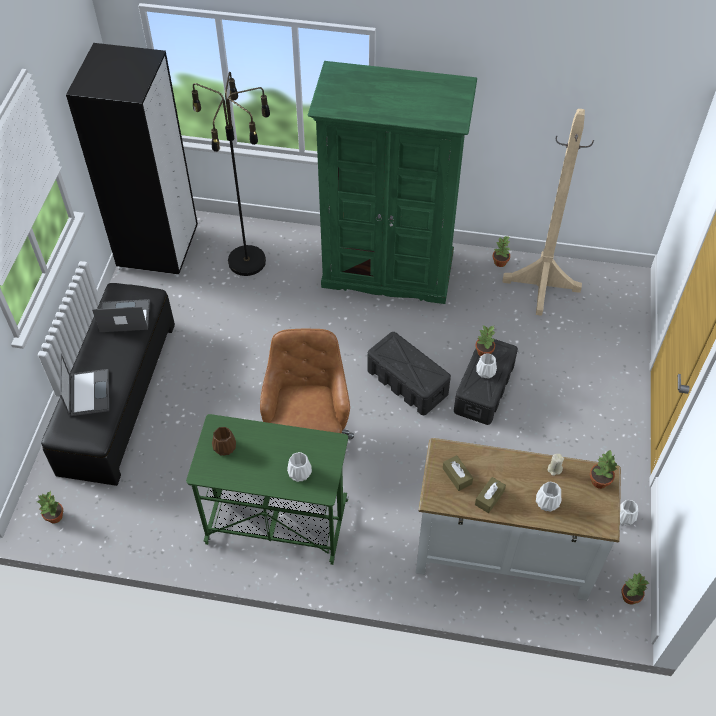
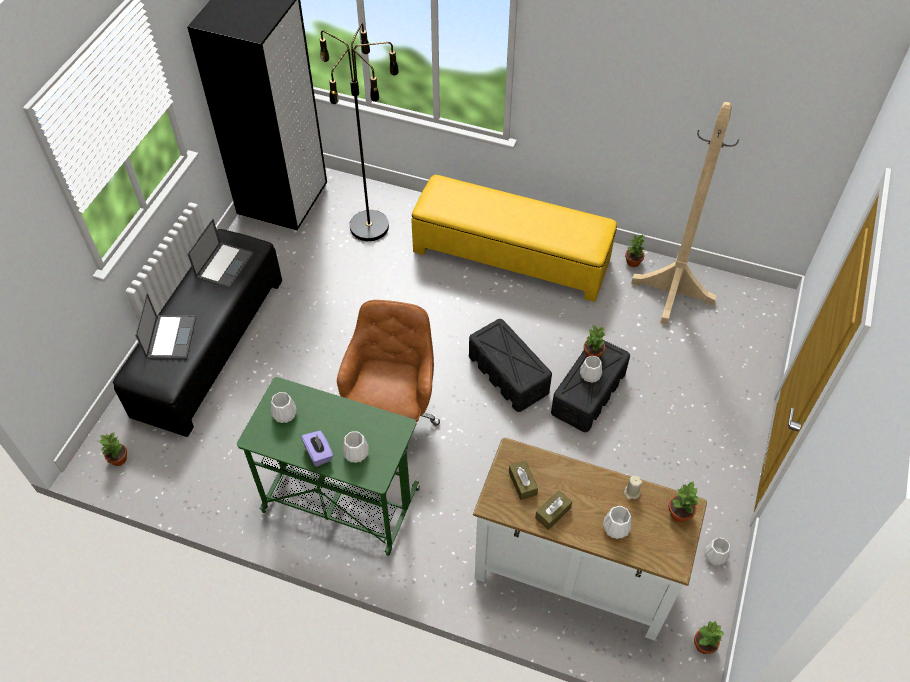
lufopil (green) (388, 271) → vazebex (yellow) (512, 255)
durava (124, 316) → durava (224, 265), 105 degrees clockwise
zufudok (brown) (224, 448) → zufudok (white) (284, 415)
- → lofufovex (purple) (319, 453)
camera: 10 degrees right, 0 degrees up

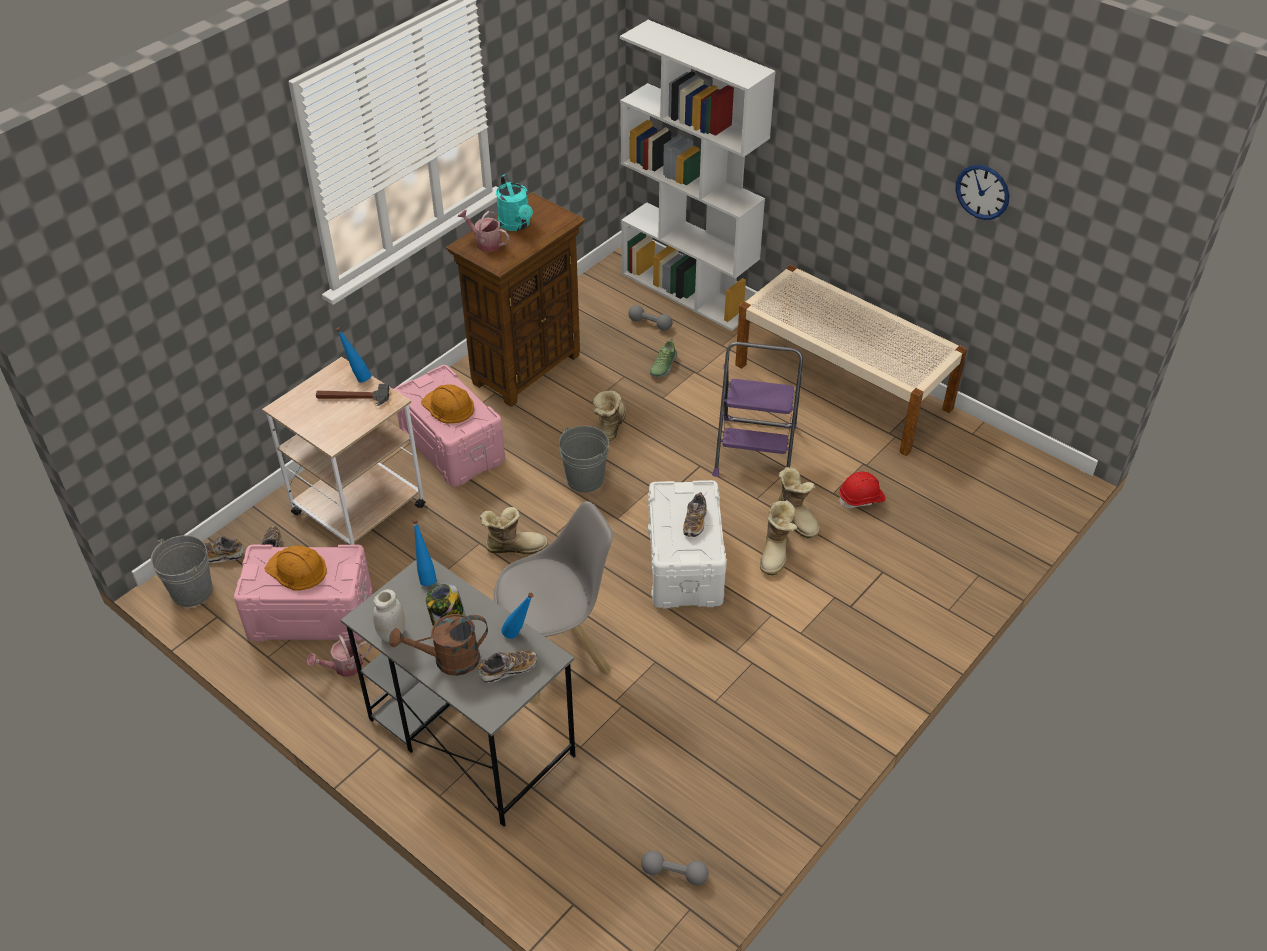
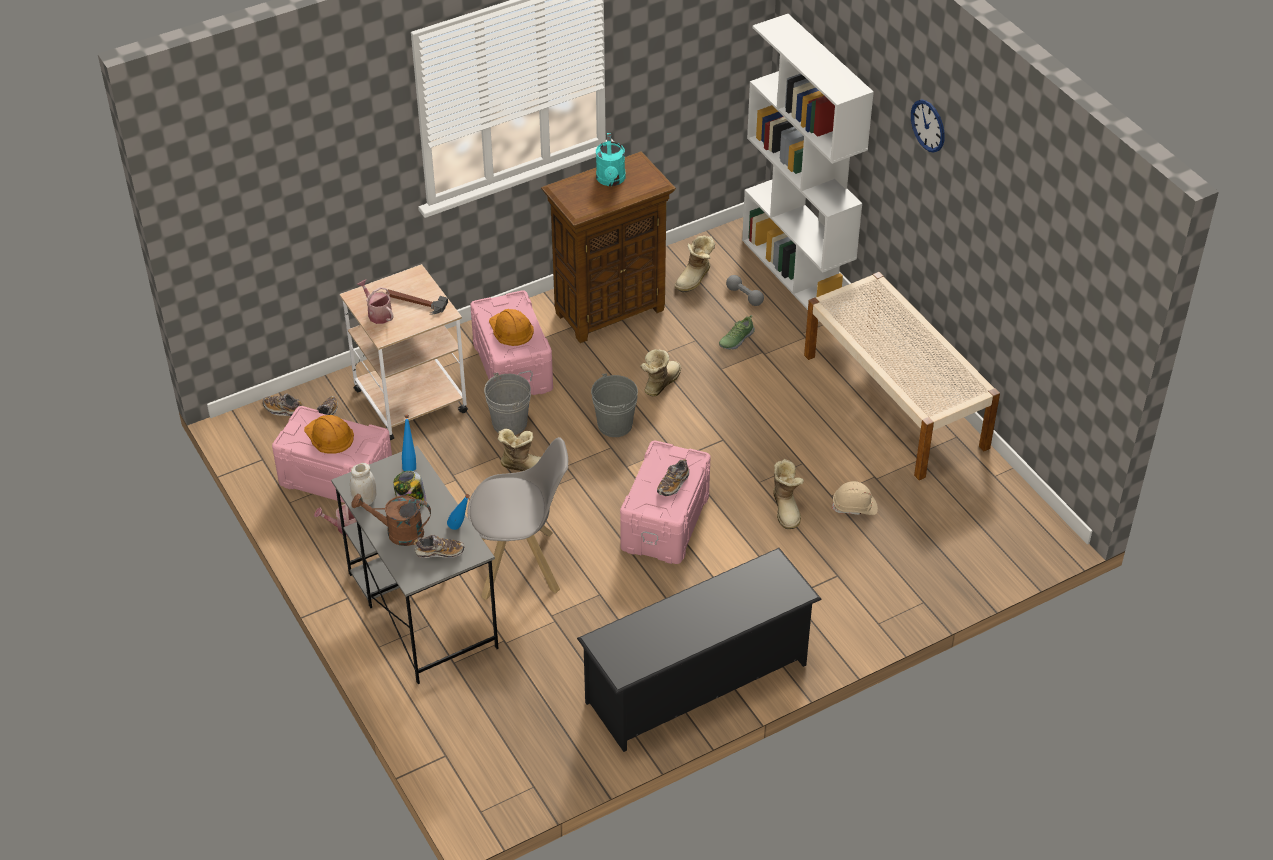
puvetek (982, 192) → puvetek (928, 125), move
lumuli (485, 243) → lumuli (378, 313), move
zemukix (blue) (358, 377) → -
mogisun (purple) (756, 448) → -
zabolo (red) (861, 498) → zabolo (beige) (854, 507)
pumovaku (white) (683, 565) → pumovaku (pink) (664, 521)
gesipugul (776, 553) → gesipugul (695, 278), move
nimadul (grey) (192, 591) → nimadul (grey) (509, 423), move
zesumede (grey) (674, 873) → -
- → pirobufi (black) (697, 683)
camera: 20 degrees right, 0 degrees up

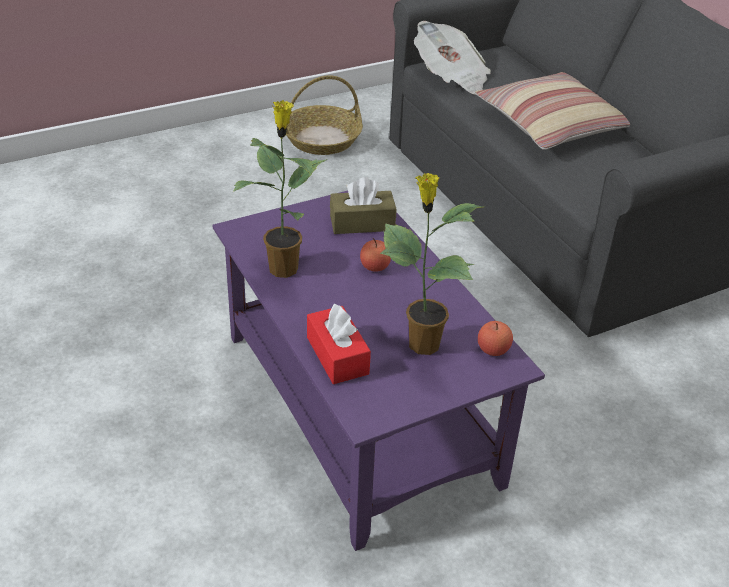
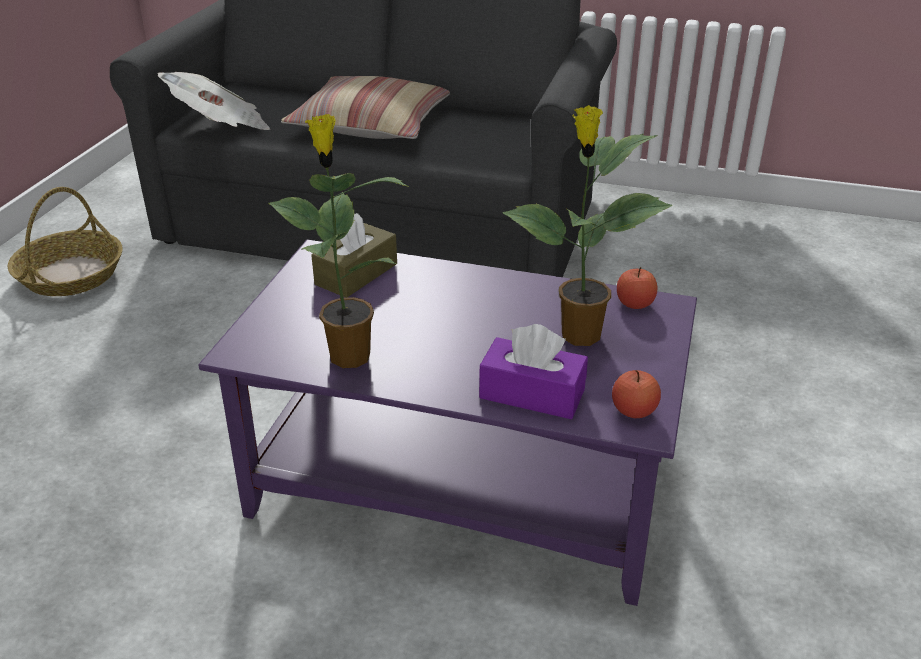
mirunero (375, 266) → mirunero (634, 410), move
lofufovex (red) (337, 355) → lofufovex (purple) (532, 394)
camera: 45 degrees left, 5 degrees down

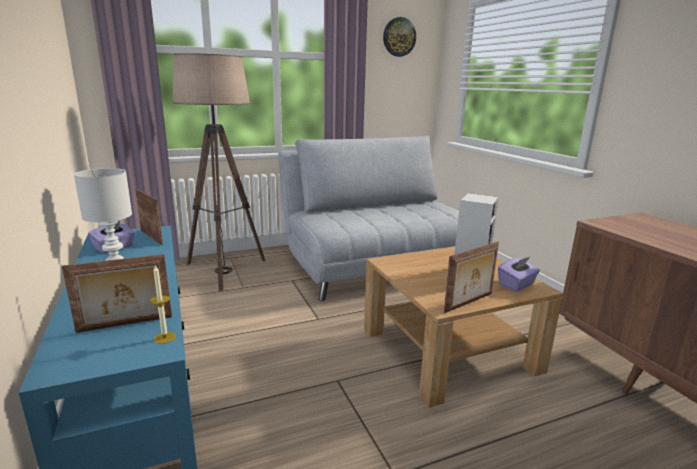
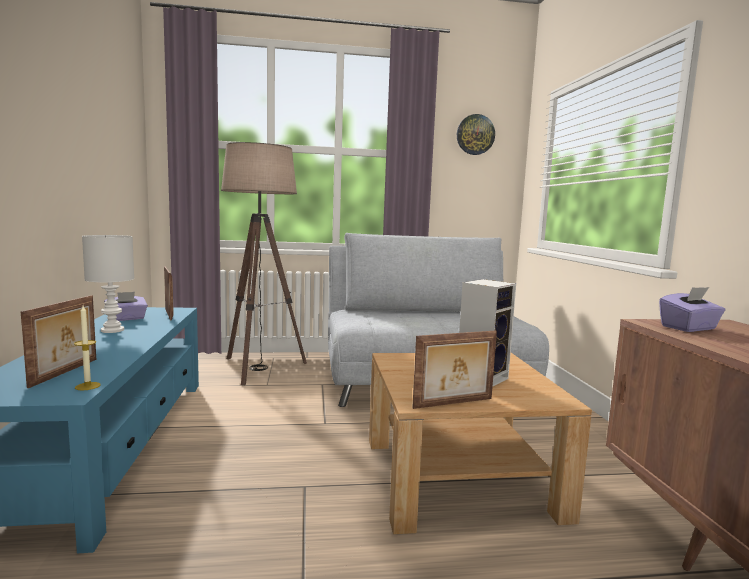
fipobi (125, 325) → fipobi (66, 372), 75 degrees counterclockwise
lofufovex (purple) (516, 285) → lofufovex (purple) (689, 328), move
camera: 15 degrees right, 10 degrees down

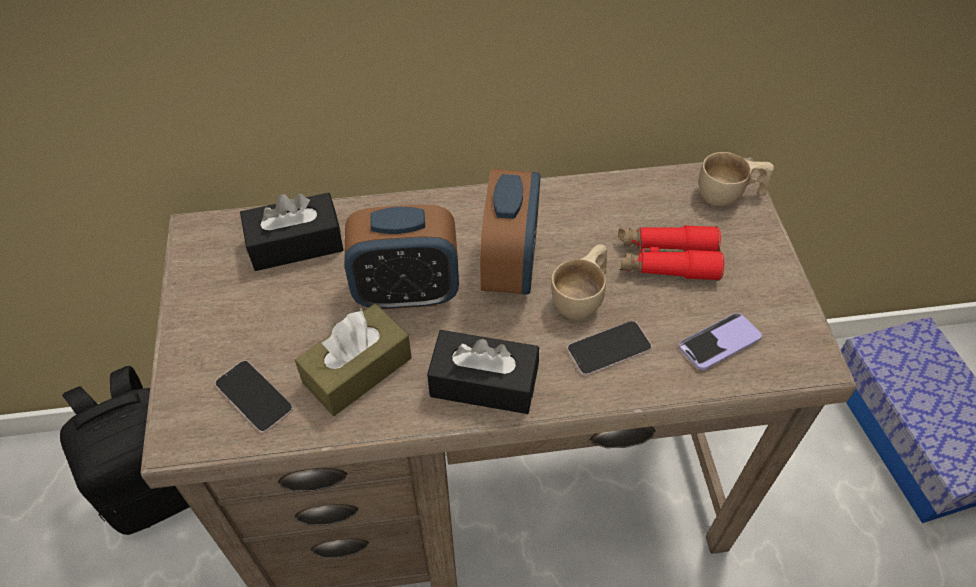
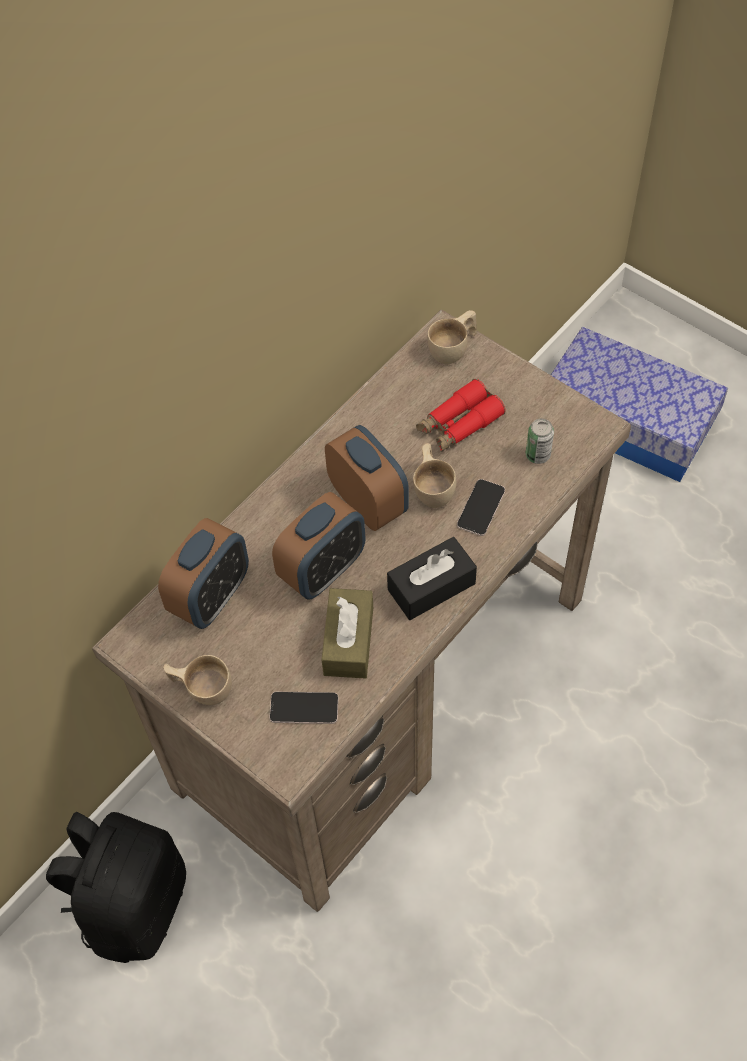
lofufovex (black) (296, 244) → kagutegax (211, 596)
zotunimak (719, 342) → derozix (537, 455)
- → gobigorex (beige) (201, 688)
camera: 40 degrees left, 5 degrees up

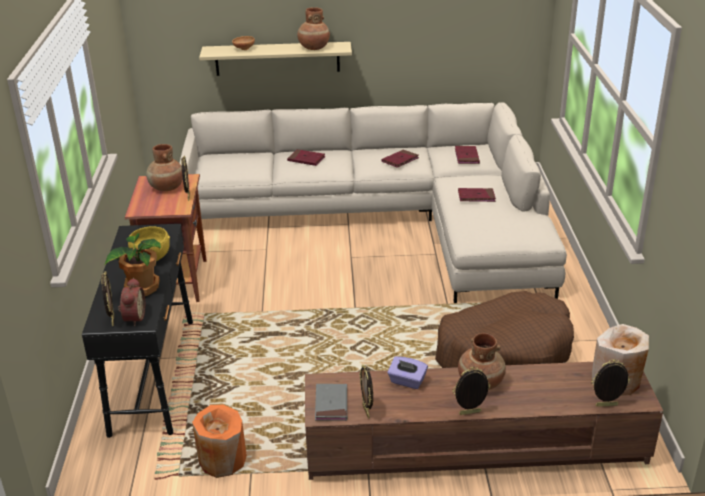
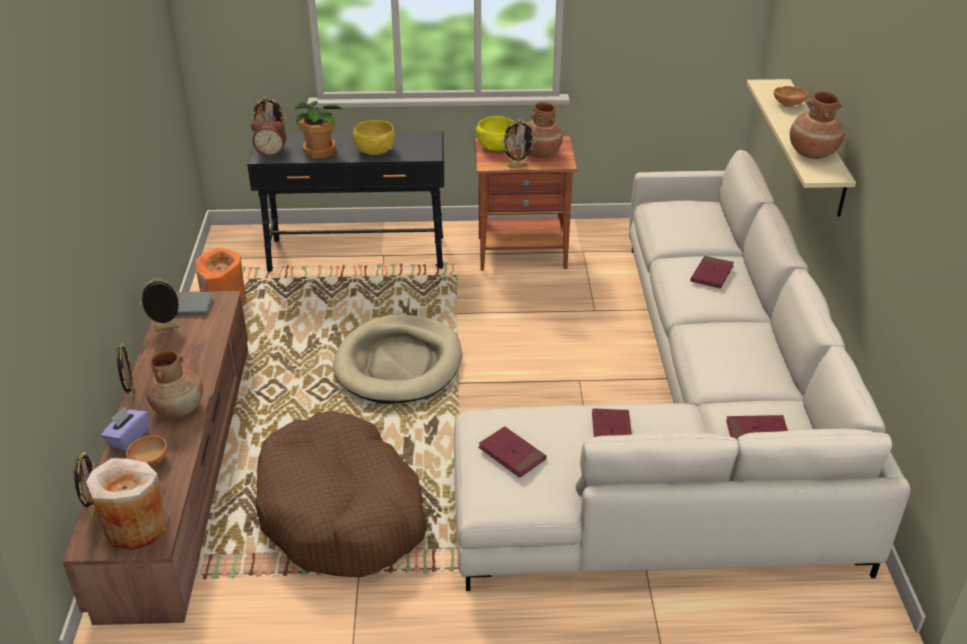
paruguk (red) (400, 160) → paruguk (red) (512, 454), move
lofufovex (purple) (407, 381) → lofufovex (purple) (128, 438), move
- → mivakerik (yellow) (496, 146)
- → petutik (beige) (399, 364)
- → mivakerik (brown) (149, 461)
camera: 90 degrees right, 5 degrees up

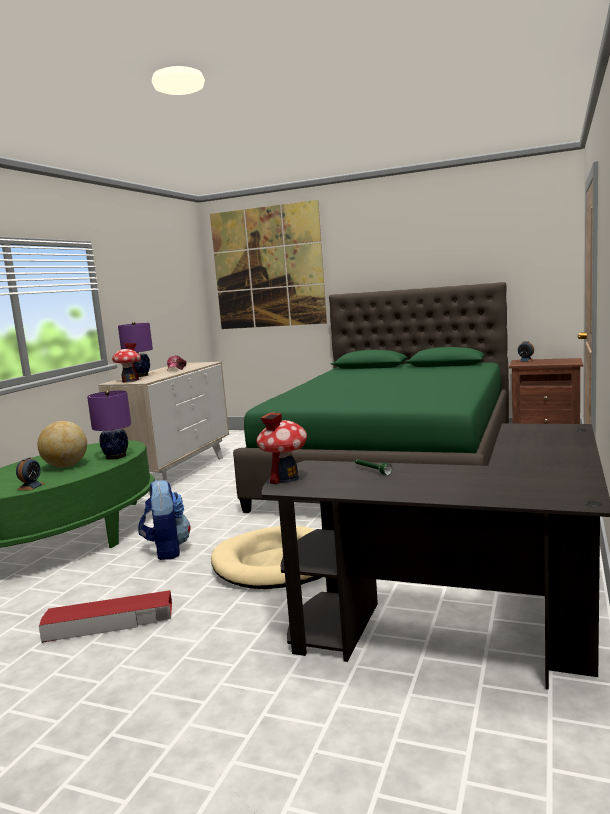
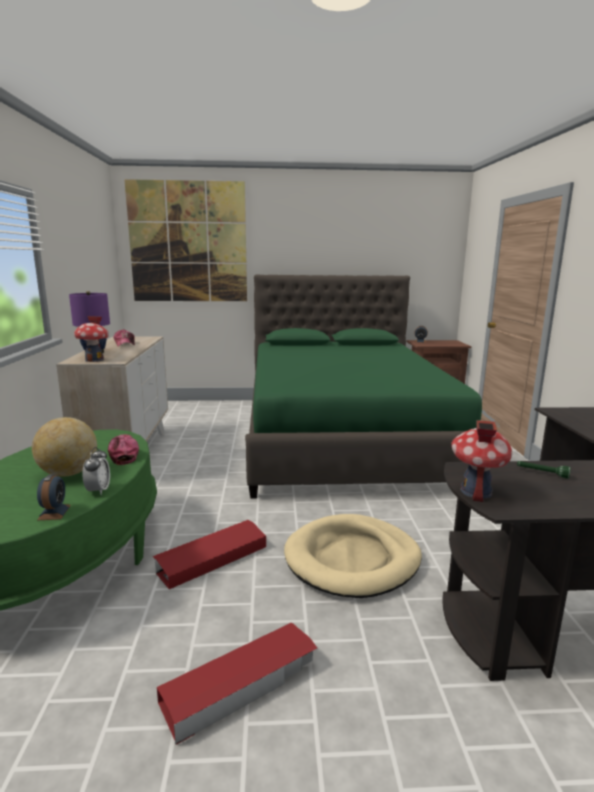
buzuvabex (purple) (115, 456) → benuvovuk (123, 454)
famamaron (166, 550) → pumovaku (red) (211, 558)
- → kagutegax (98, 490)
camera: 25 degrees left, 5 degrees up

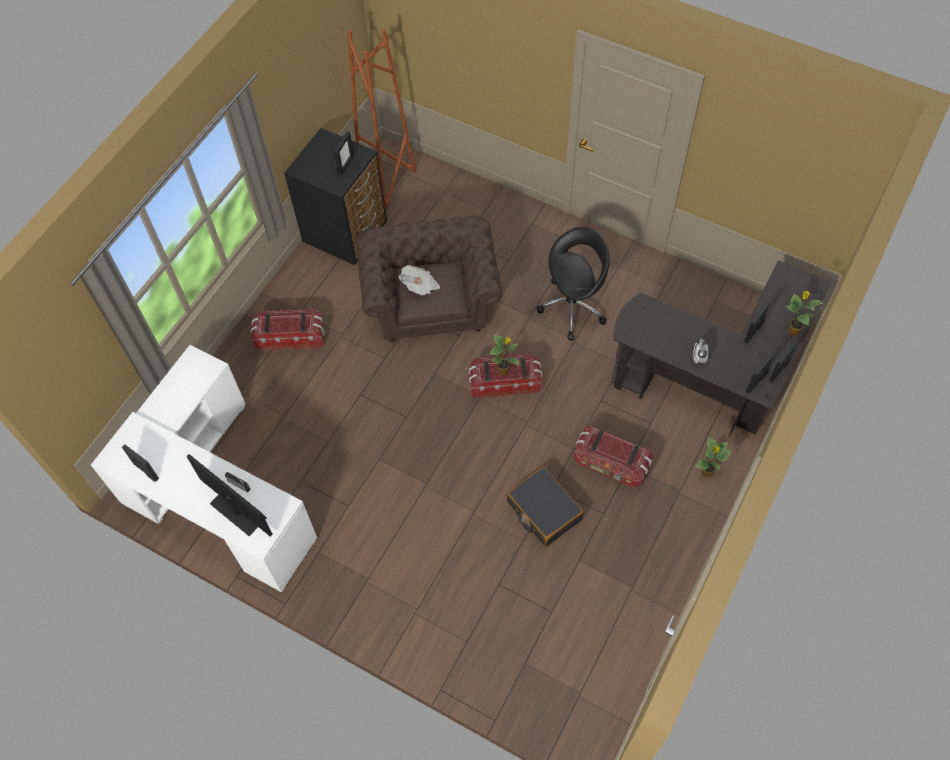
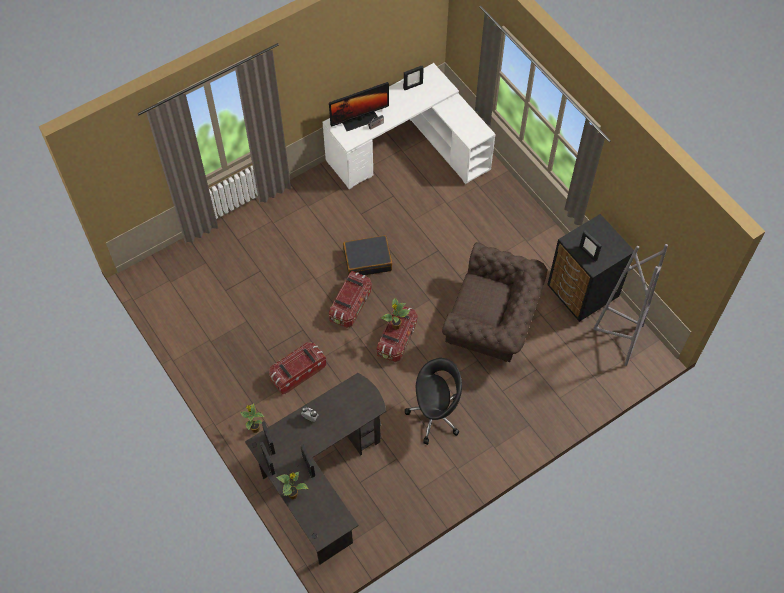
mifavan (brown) (386, 184) → mifavan (grey) (621, 340)
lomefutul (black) (573, 307) → lomefutul (black) (435, 414), 105 degrees counterclockwise
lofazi (420, 286) → -
pumovaku (290, 337) → pumovaku (351, 305), move
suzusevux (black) (543, 511) → suzusevux (black) (367, 260), move
camera: 115 degrees right, 0 degrees up

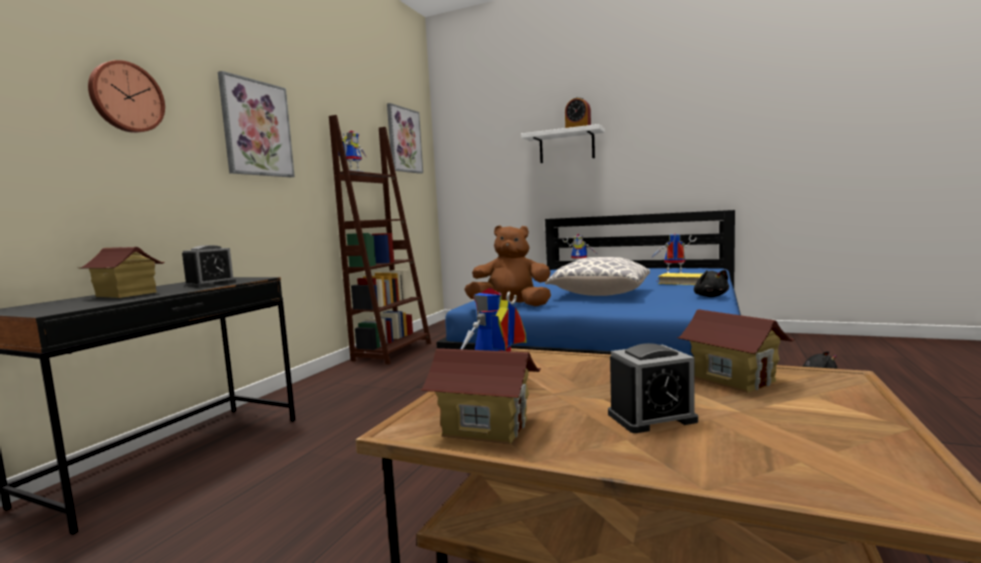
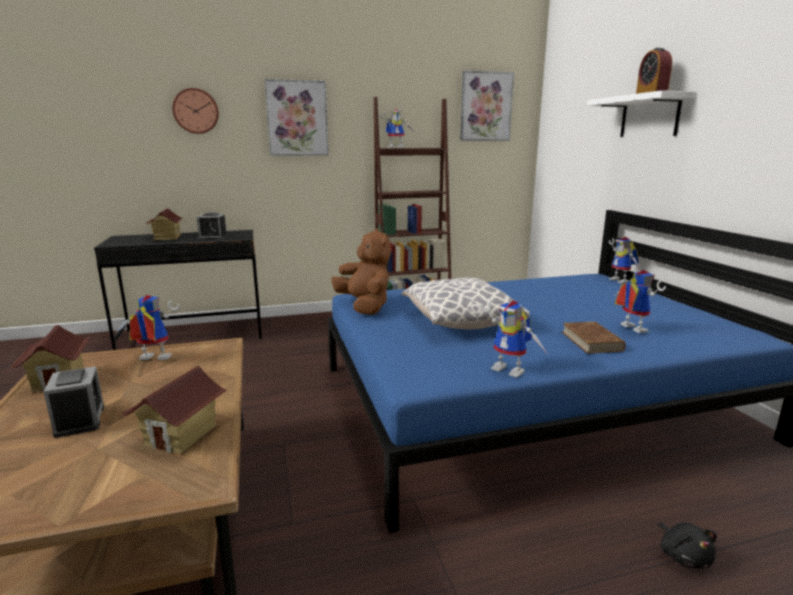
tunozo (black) (710, 296) → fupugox (512, 370)
paruguk (yellow) (682, 282) → paruguk (brown) (591, 341)
kagutegax (651, 417) → kagutegax (80, 420), 150 degrees counterclockwise
camera: 50 degrees right, 10 degrees up

